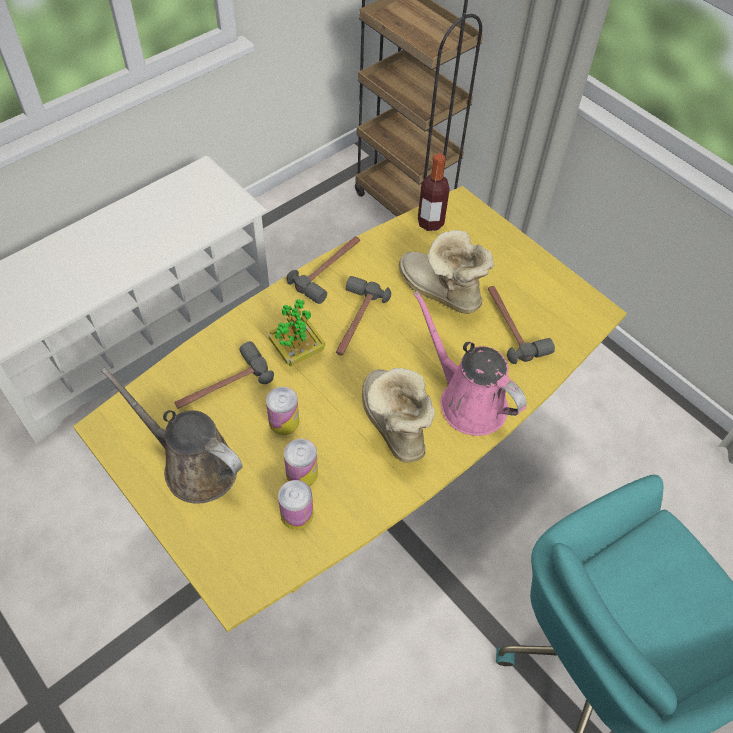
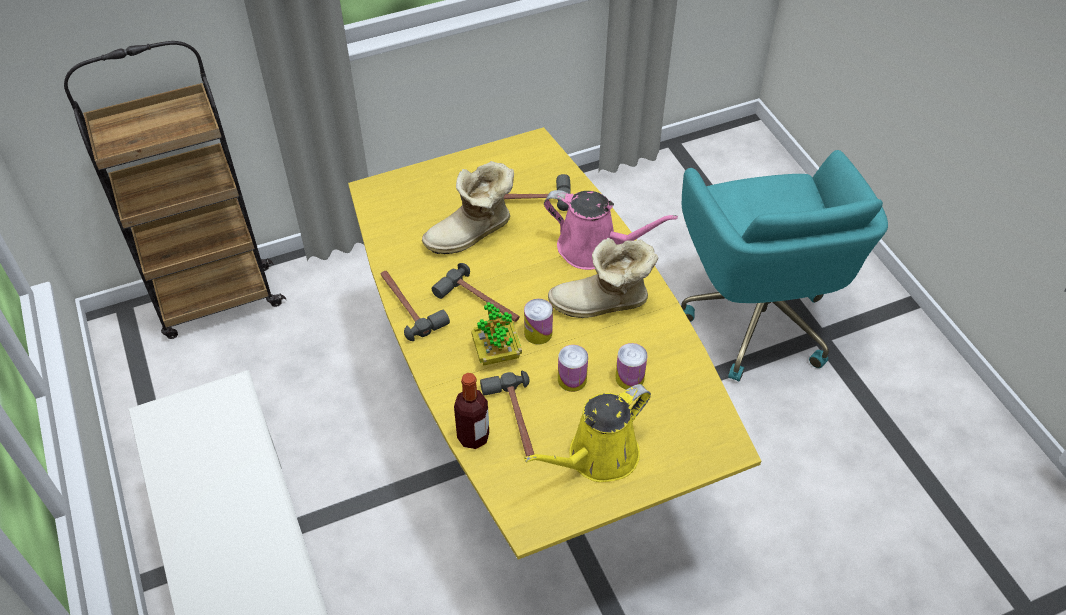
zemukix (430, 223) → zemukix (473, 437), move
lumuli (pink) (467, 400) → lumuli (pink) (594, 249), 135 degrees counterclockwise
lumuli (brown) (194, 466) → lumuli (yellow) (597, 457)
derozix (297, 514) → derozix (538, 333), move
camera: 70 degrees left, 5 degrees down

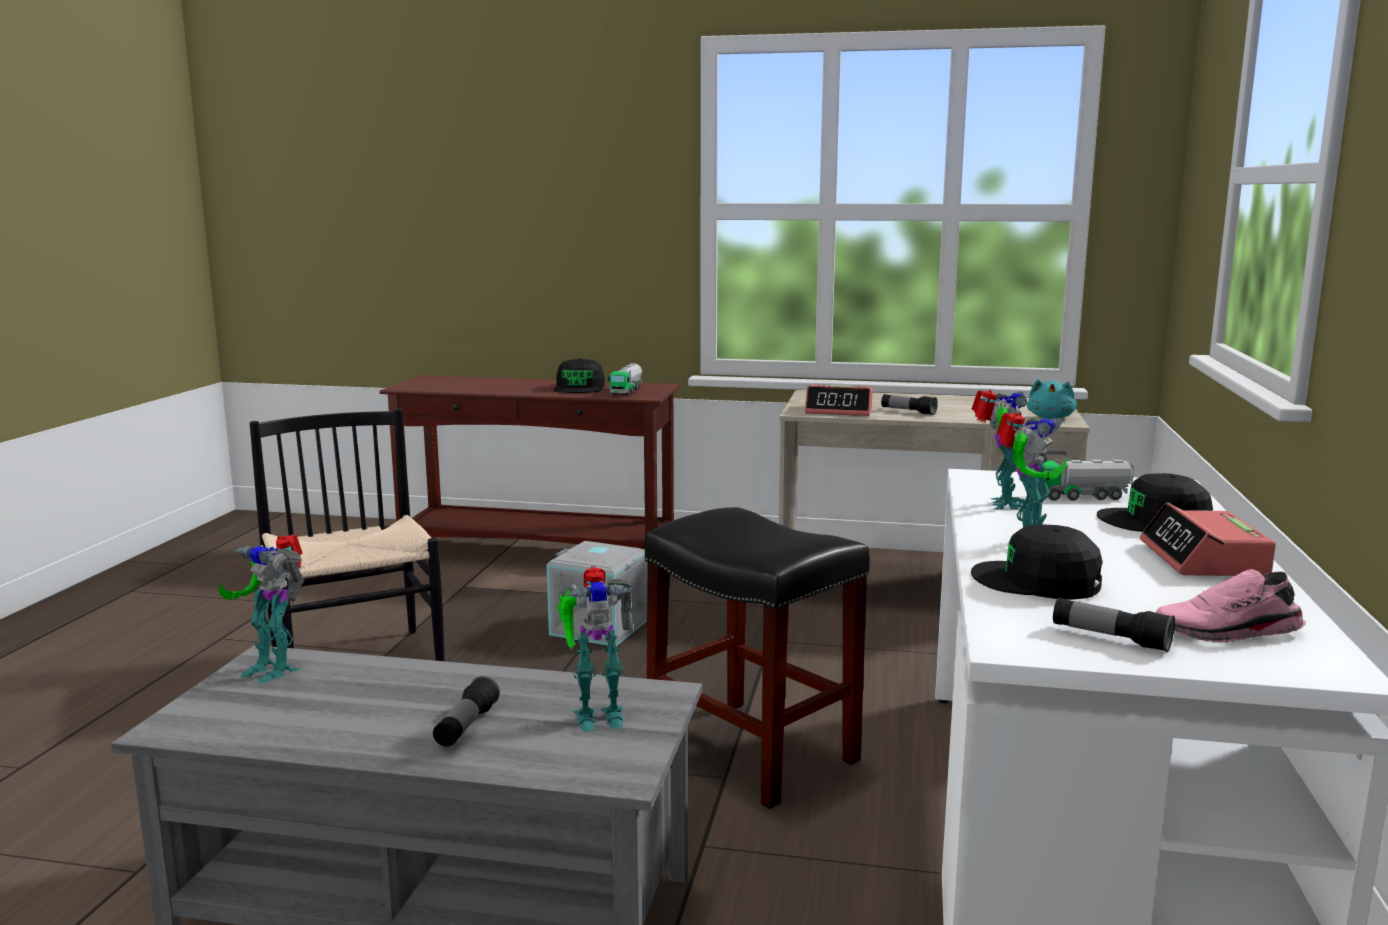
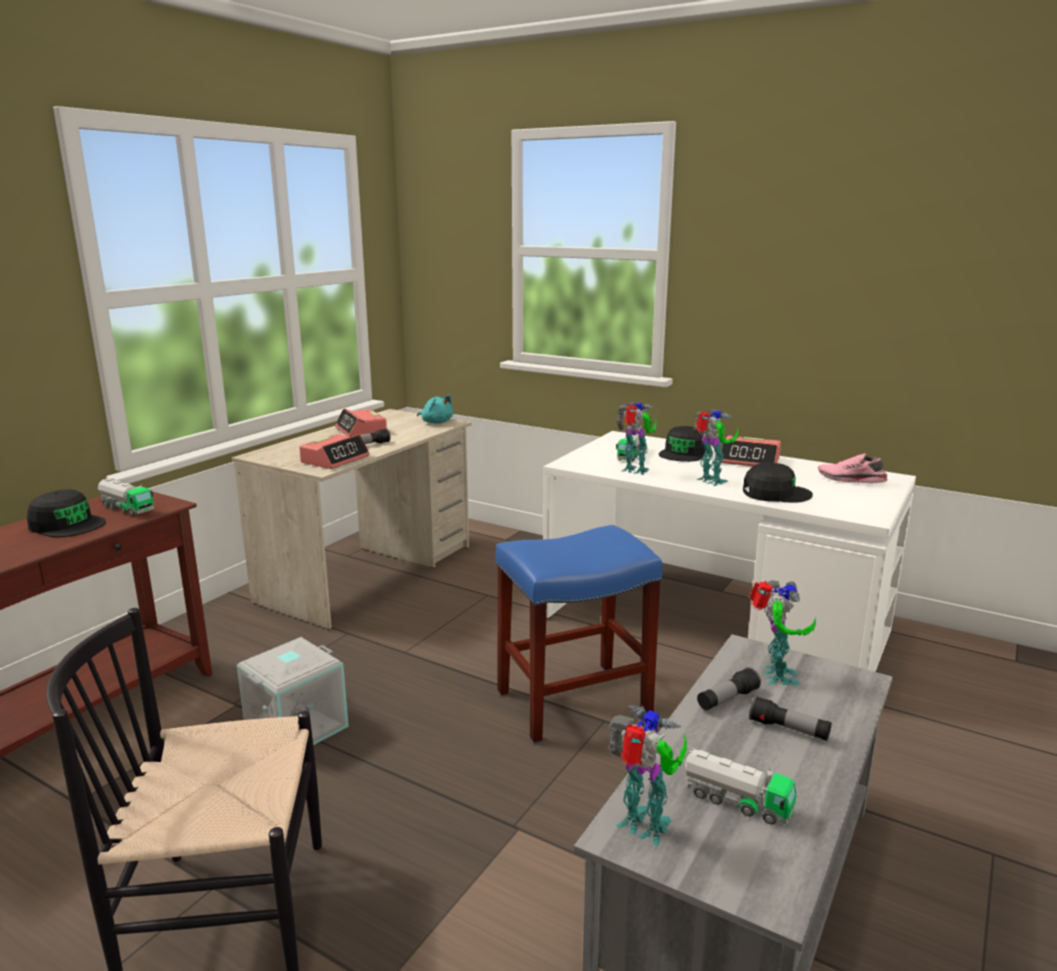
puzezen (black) (749, 750) → puzezen (blue) (572, 702)
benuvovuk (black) (1037, 581) → benuvovuk (black) (775, 493), 135 degrees counterclockwise
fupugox (274, 668) → fupugox (644, 829), 105 degrees counterclockwise
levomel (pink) (1229, 633) → levomel (pink) (850, 480), 105 degrees clockwise
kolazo (1110, 639) → kolazo (727, 699), move
- → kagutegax (361, 431)
- → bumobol (736, 802)
camera: 70 degrees left, 5 degrees up

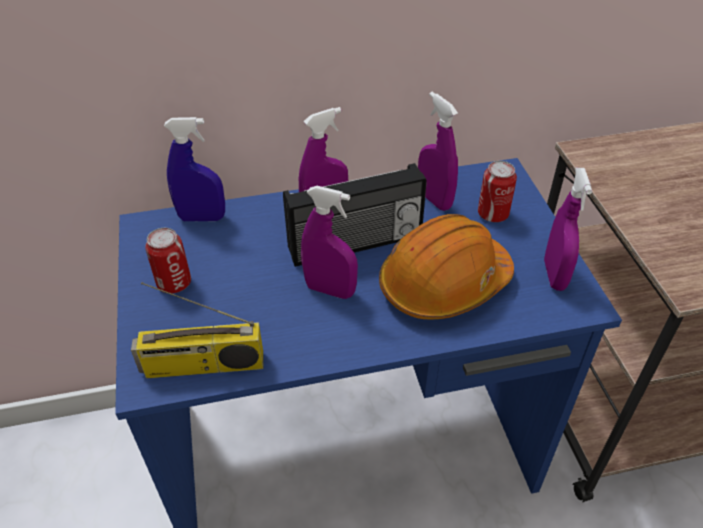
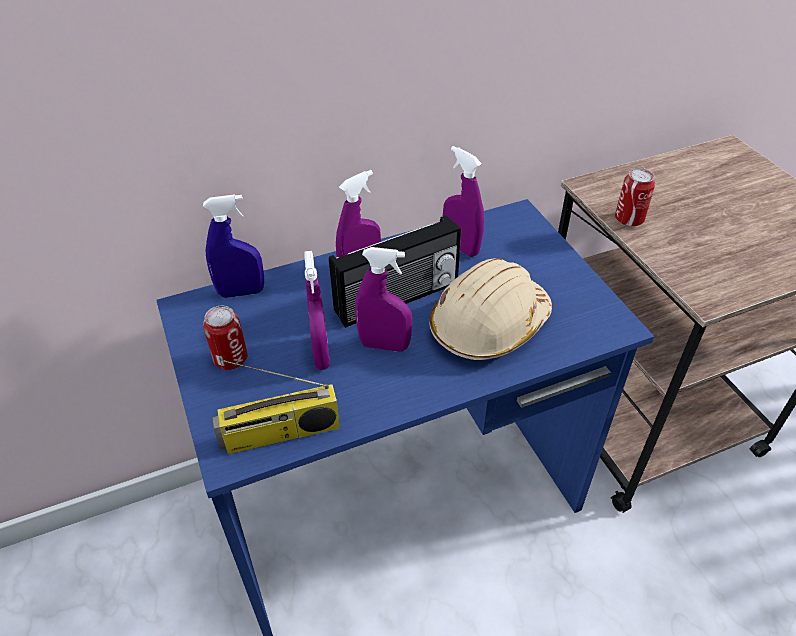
derozix (493, 214) → derozix (629, 219), move
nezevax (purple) (554, 275) → nezevax (purple) (321, 354), move
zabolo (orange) (443, 284) → zabolo (beige) (489, 325)
camera: 10 degrees left, 0 degrees up

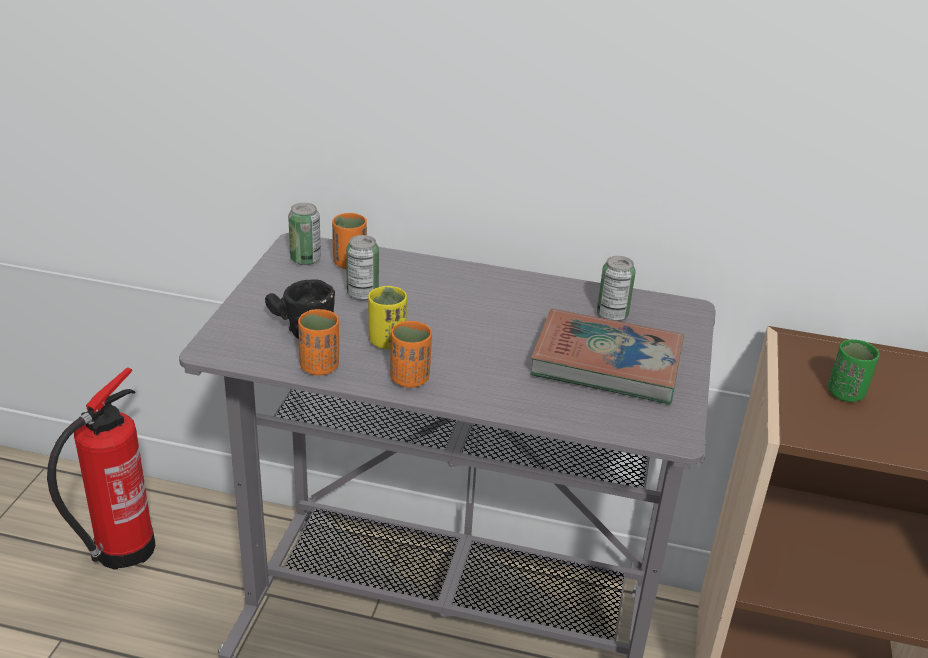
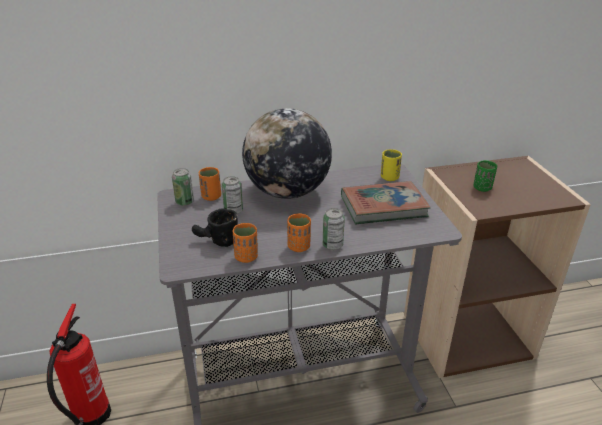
derozix (612, 315) → derozix (332, 245), move
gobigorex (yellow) (387, 341) → gobigorex (yellow) (389, 177), move
- → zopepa (287, 192)
camera: 25 degrees left, 0 degrees up

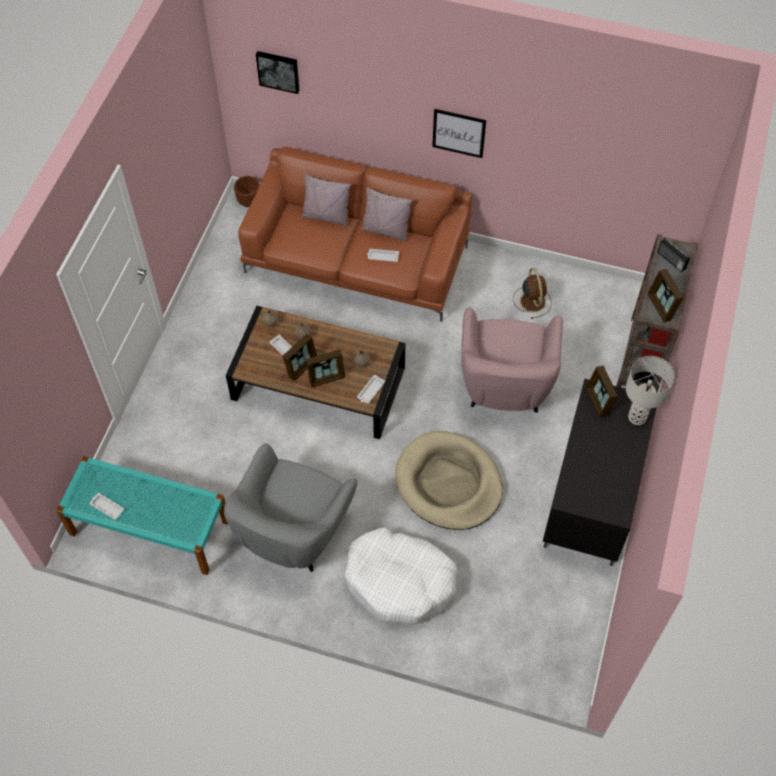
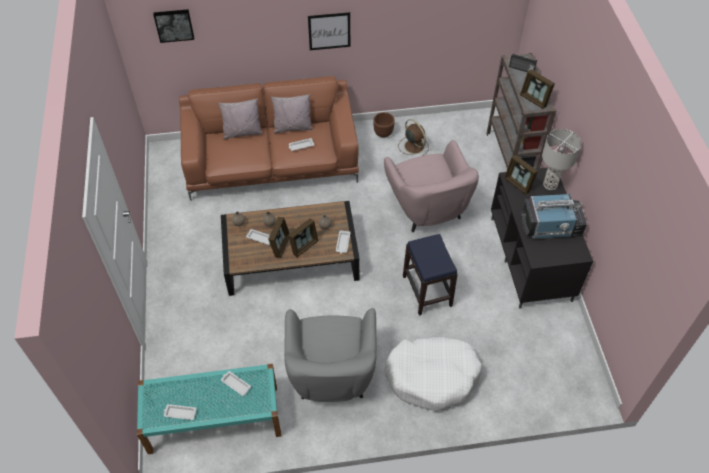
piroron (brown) (249, 201) → piroron (brown) (383, 133), move
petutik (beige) (448, 483) → puzezen (427, 291)
- → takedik (551, 226)
- → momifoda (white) (235, 384)
camera: 25 degrees left, 5 degrees down

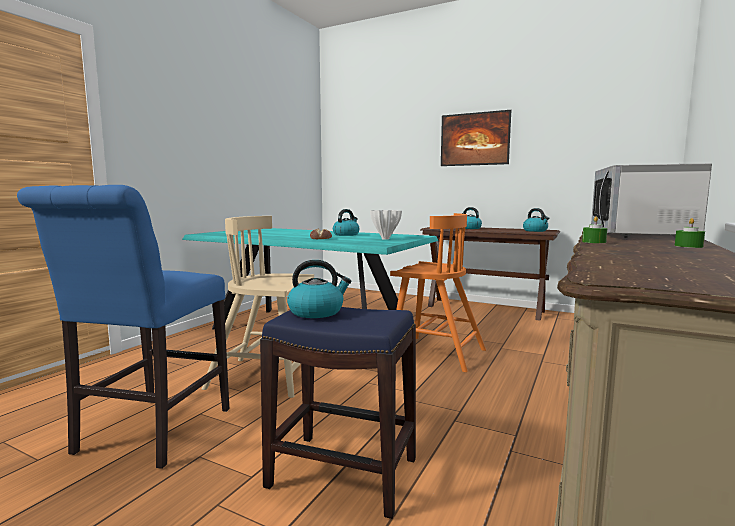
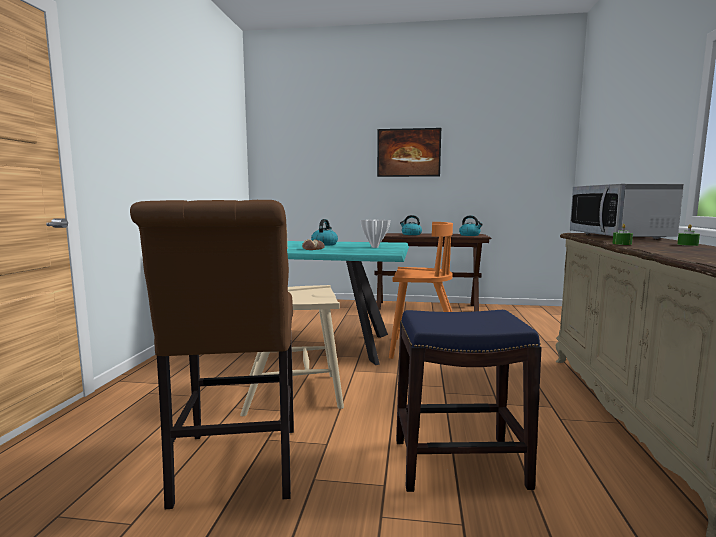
puzezen (blue) (148, 434) → puzezen (brown) (235, 470)
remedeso (317, 312) → -
camera: 20 degrees left, 0 degrees up

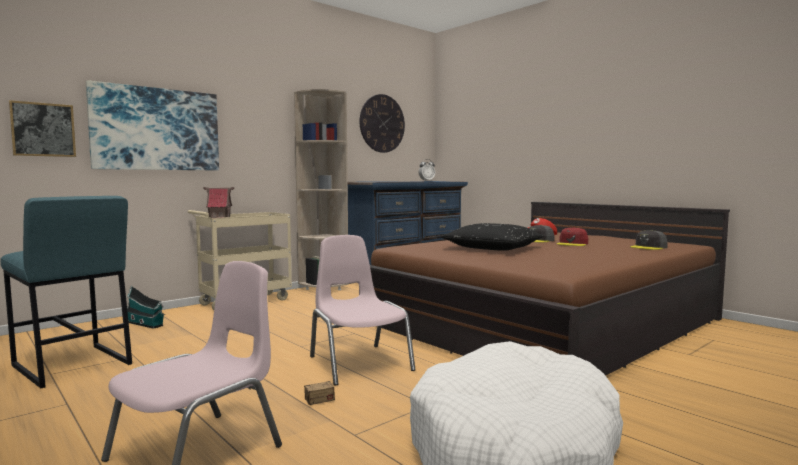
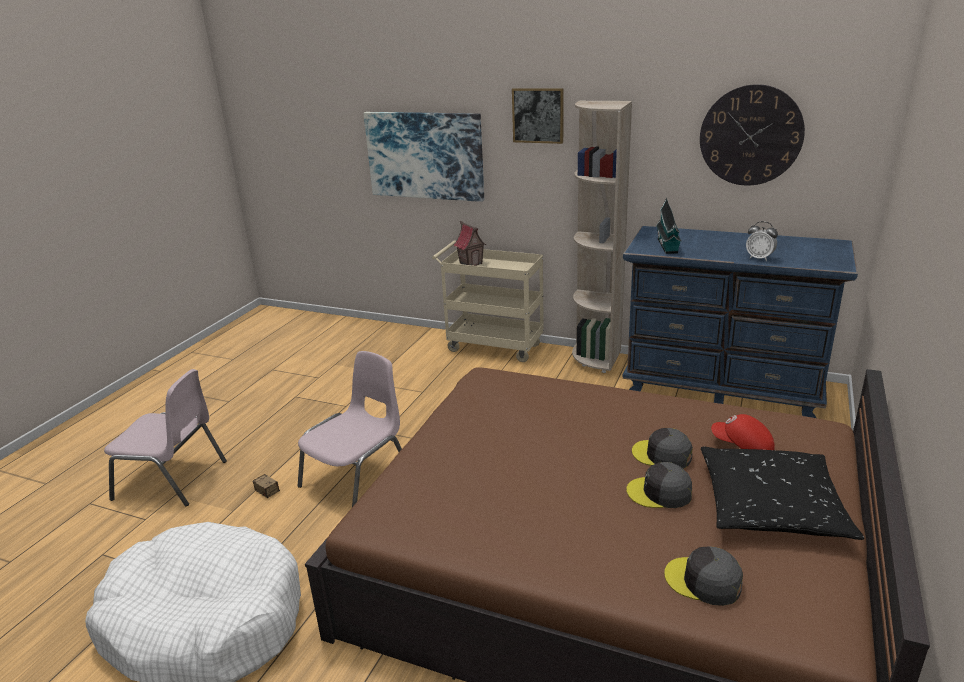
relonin (43, 129) → relonin (538, 115), move
puzezen (blue) (73, 365) → -
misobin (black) (493, 248) → misobin (black) (771, 505), move
benuvovuk (red) (572, 244) → benuvovuk (grey) (660, 493)
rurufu (146, 324) → rurufu (667, 246), move
camera: 65 degrees right, 20 degrees up

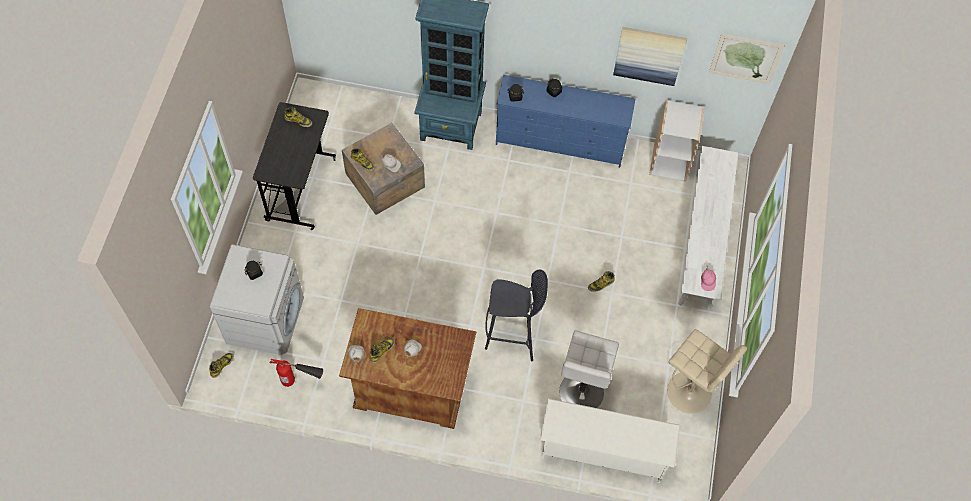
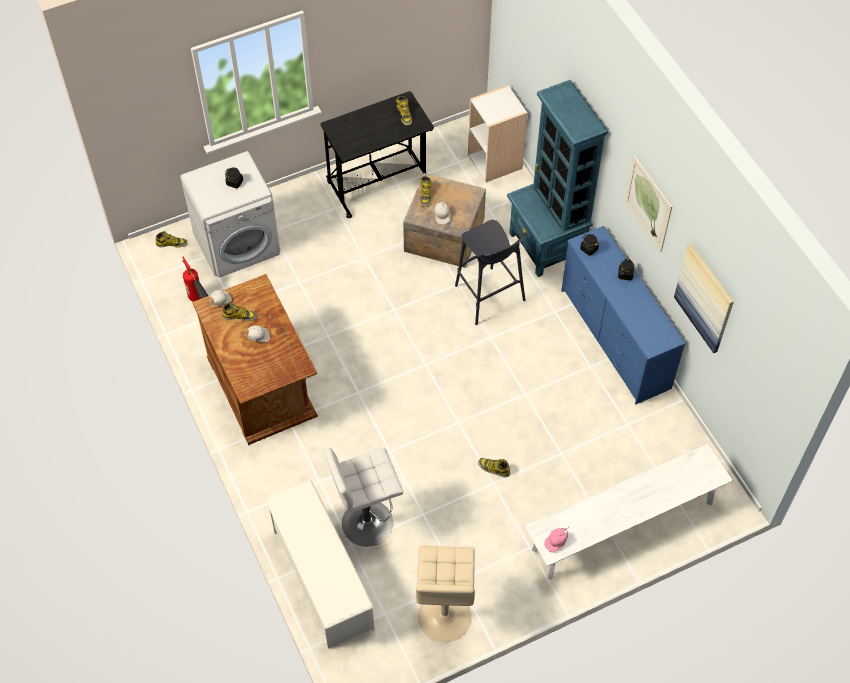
relonin (745, 58) → relonin (648, 203), move
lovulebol (670, 162) → lovulebol (495, 162), move
puzezen (grey) (513, 333) → puzezen (grey) (488, 296), move
camera: 55 degrees right, 5 degrees down

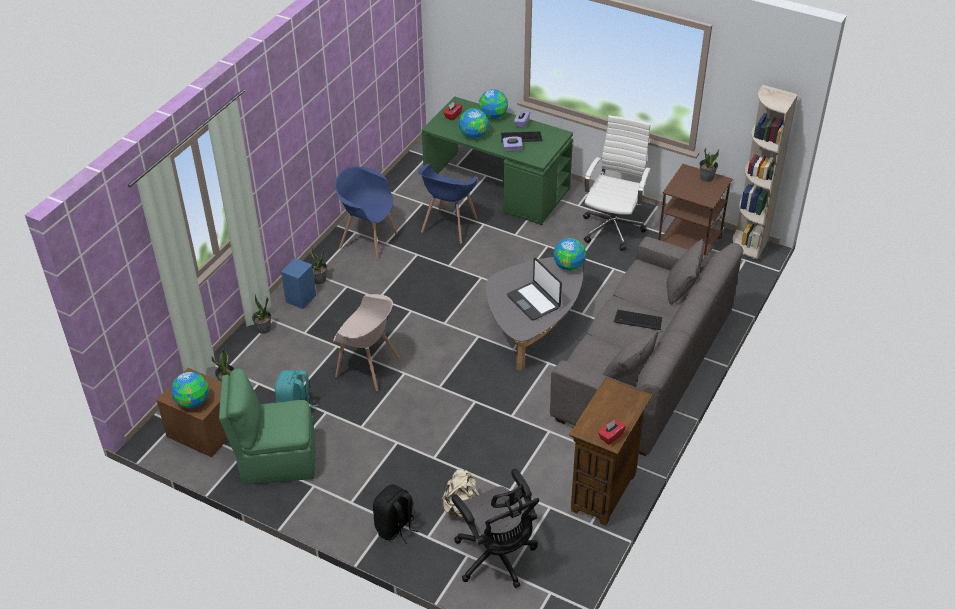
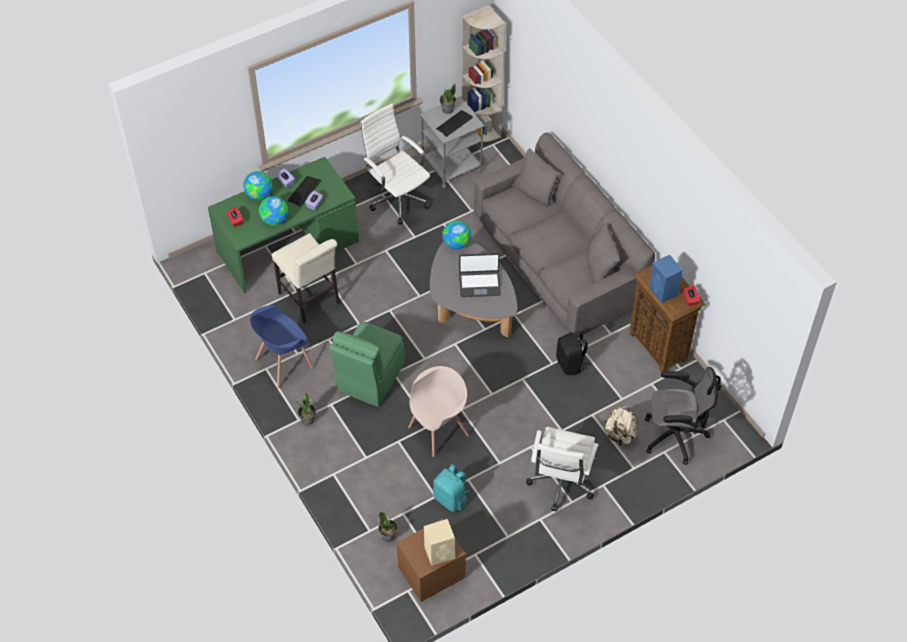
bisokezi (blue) (449, 226) → puzezen (beige) (310, 301)
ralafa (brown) (690, 245) → ralafa (grey) (452, 165)
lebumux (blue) (300, 299) → lebumux (blue) (663, 292), move
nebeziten (263, 329) → -
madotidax (638, 320) → madotidax (454, 123), move
bisokezi (green) (276, 460) → bisokezi (green) (369, 378), move
zopepa (193, 401) → lebumux (beige) (440, 552)
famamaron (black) (395, 528) → famamaron (black) (570, 364), move
- → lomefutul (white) (560, 485)
camera: 60 degrees left, 10 degrees up

